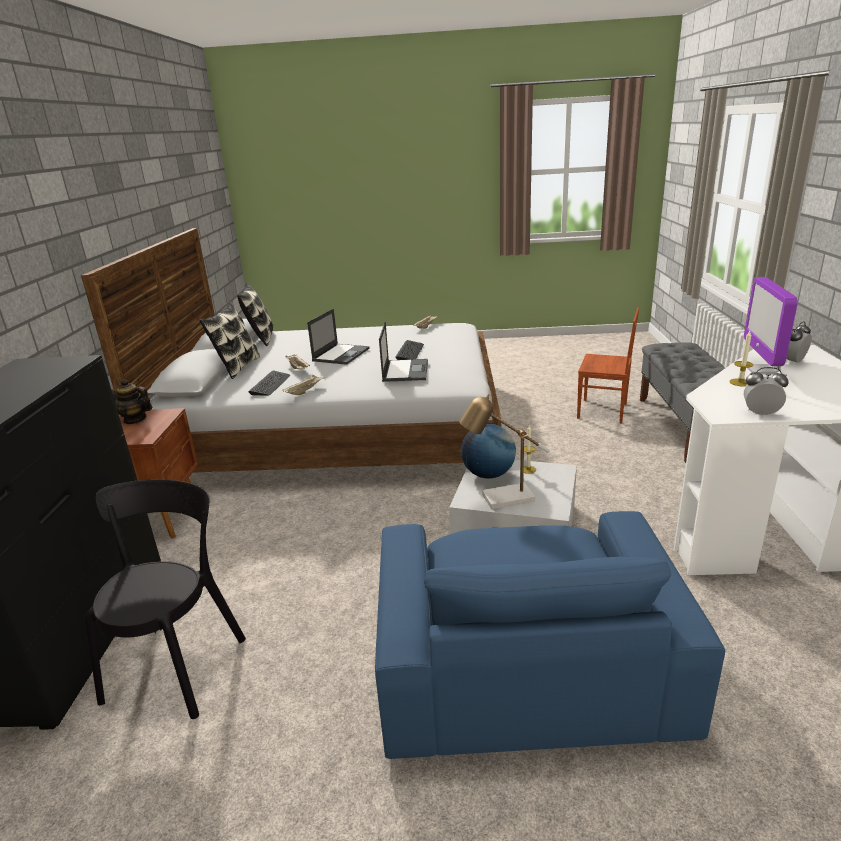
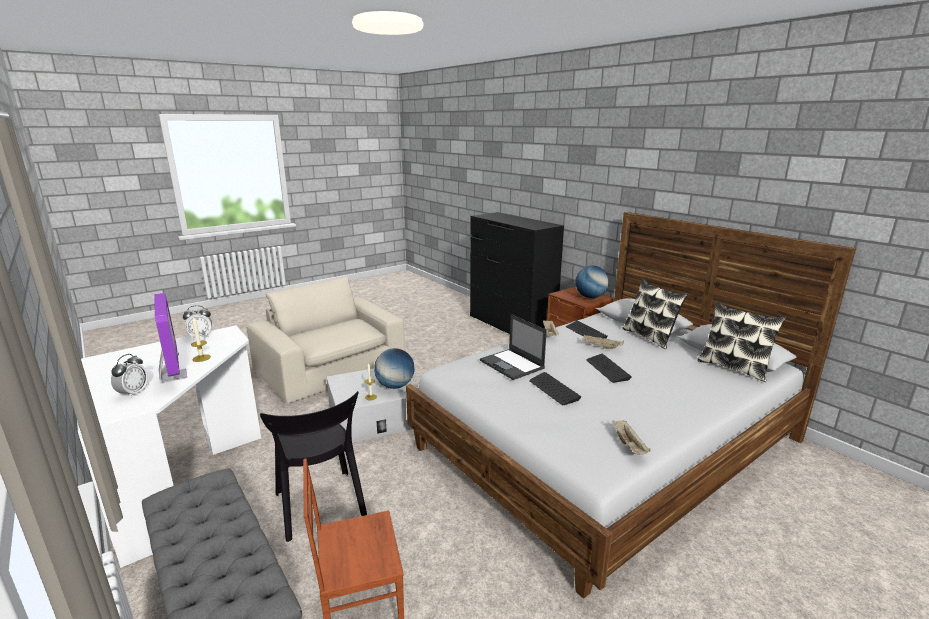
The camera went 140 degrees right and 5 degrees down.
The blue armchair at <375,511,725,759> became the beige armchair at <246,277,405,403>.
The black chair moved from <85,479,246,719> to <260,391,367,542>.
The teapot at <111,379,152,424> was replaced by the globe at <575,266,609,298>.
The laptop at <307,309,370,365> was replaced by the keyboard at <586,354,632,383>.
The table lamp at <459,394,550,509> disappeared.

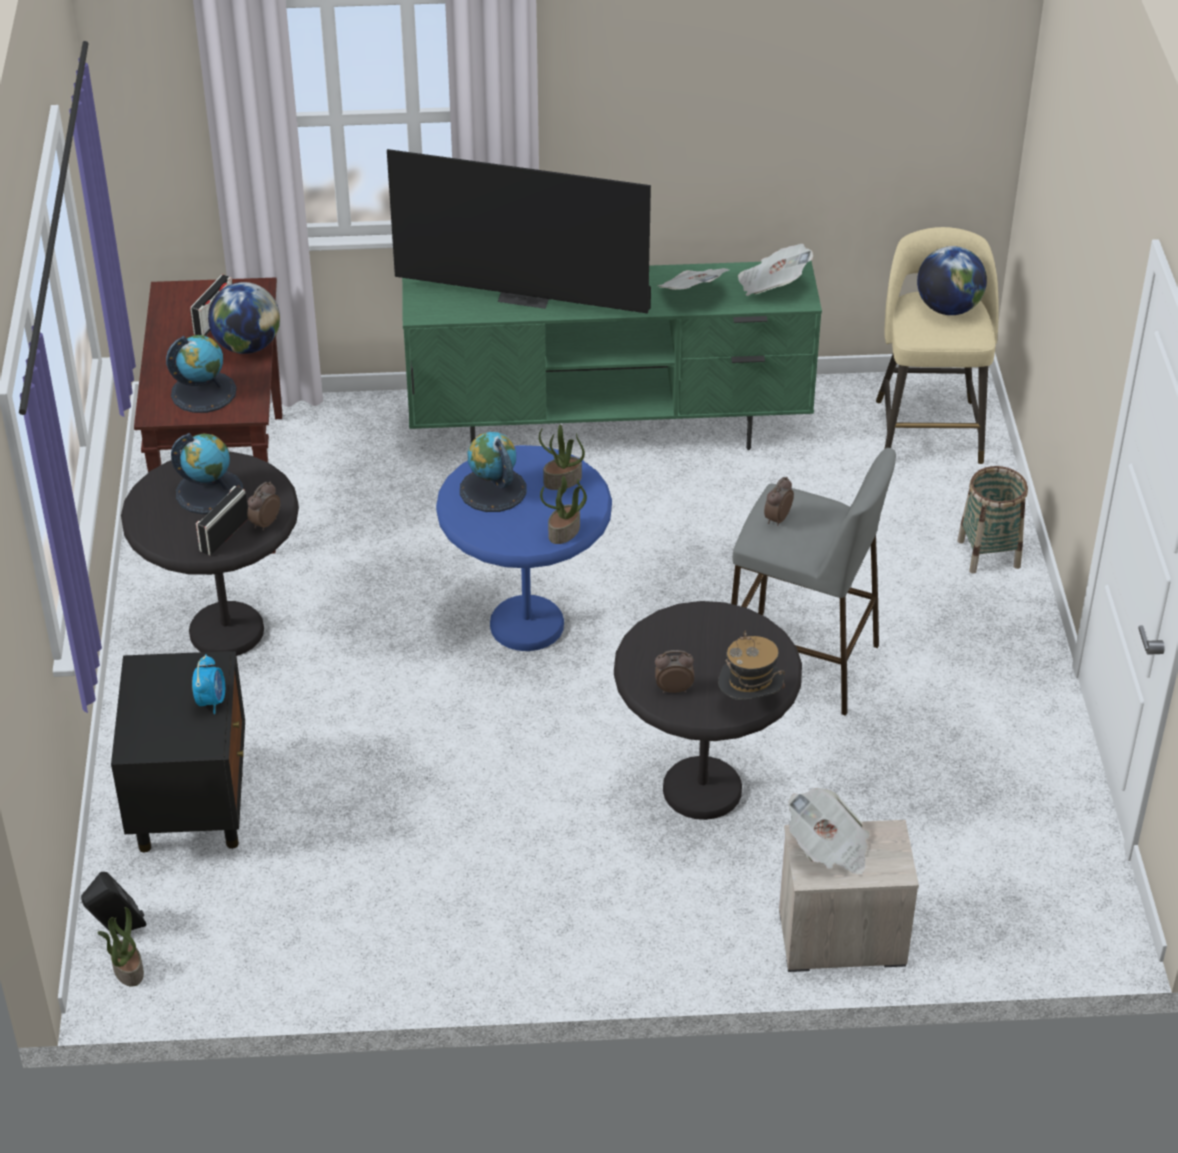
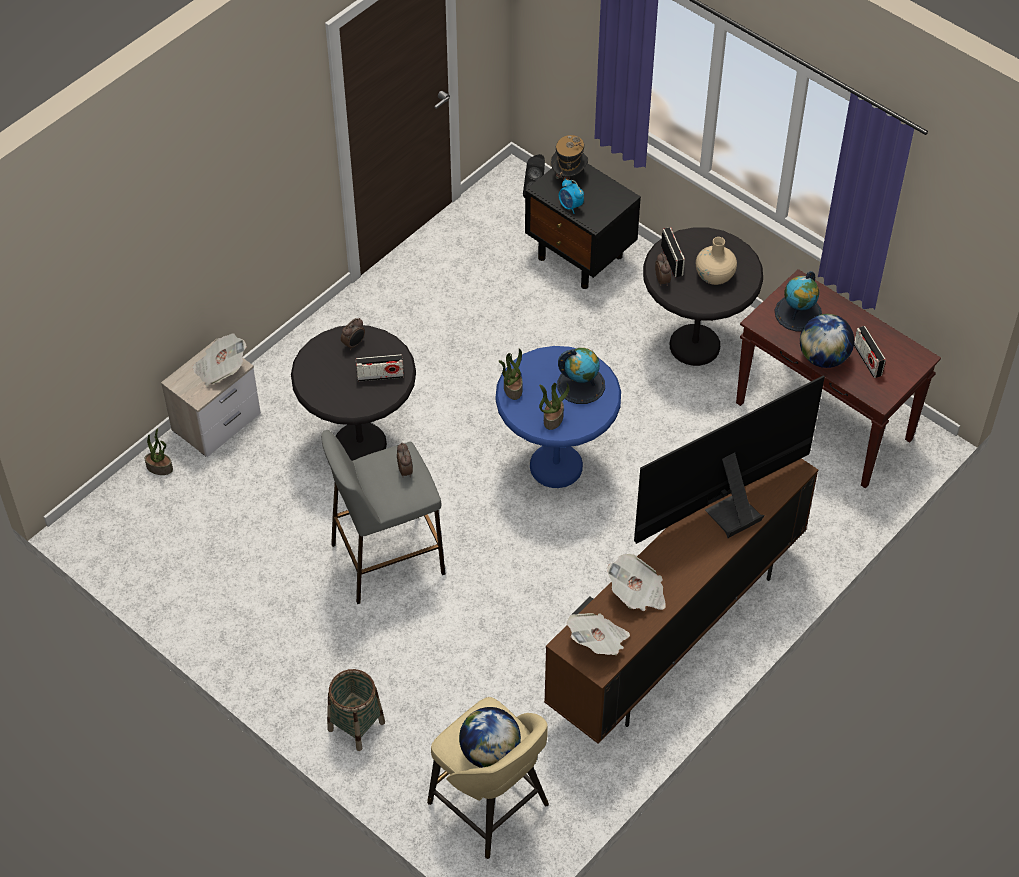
The camera went 135 degrees right and 10 degrees up.
The potted plant moved from <97,907,144,987> to <145,428,173,475>.
The radio at <356,354,404,382> appeared.
The green tv stand at <402,261,822,450> became the brown tv stand at <544,458,818,744>.
The hat moved from <718,631,785,700> to <551,135,588,181>.
The globe at <171,433,243,514> was replaced by the beige vase at <696,237,737,285>.

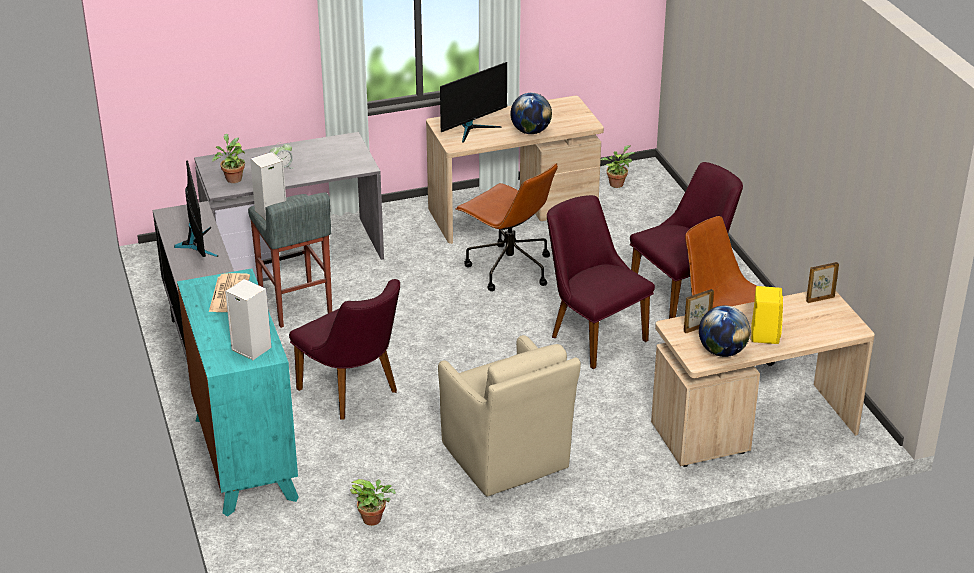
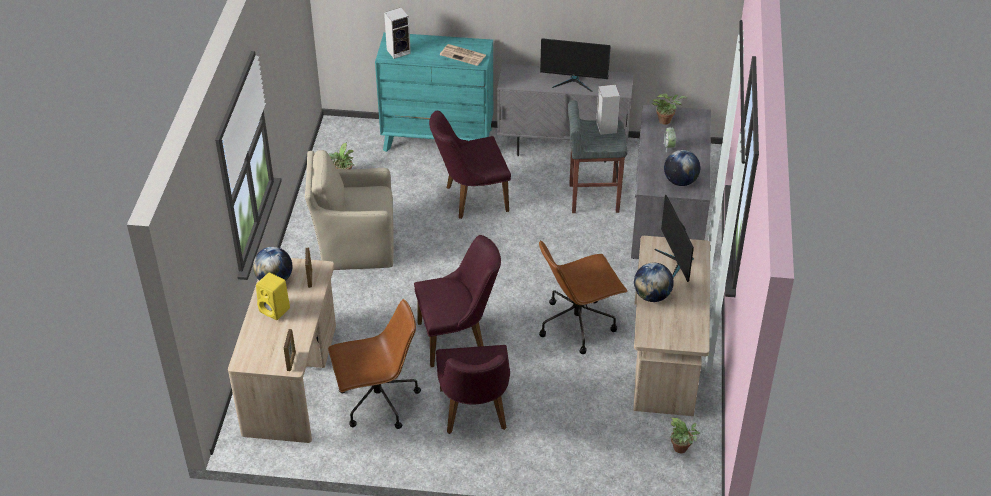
The camera went 115 degrees right and 10 degrees up.
The globe at <664,150,700,186> appeared.

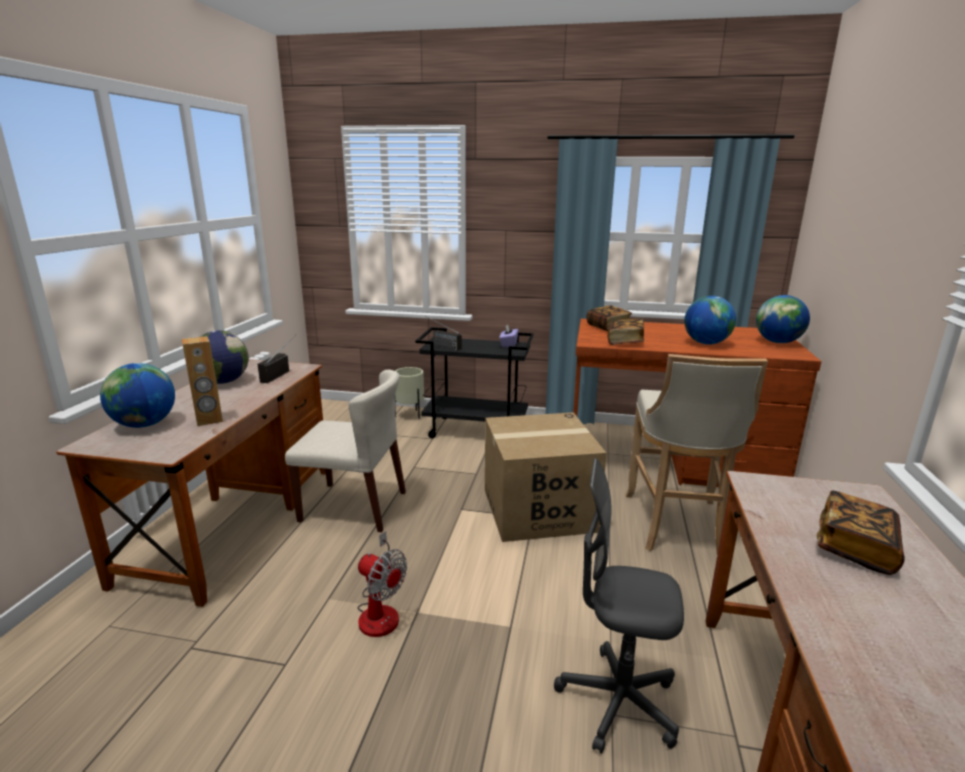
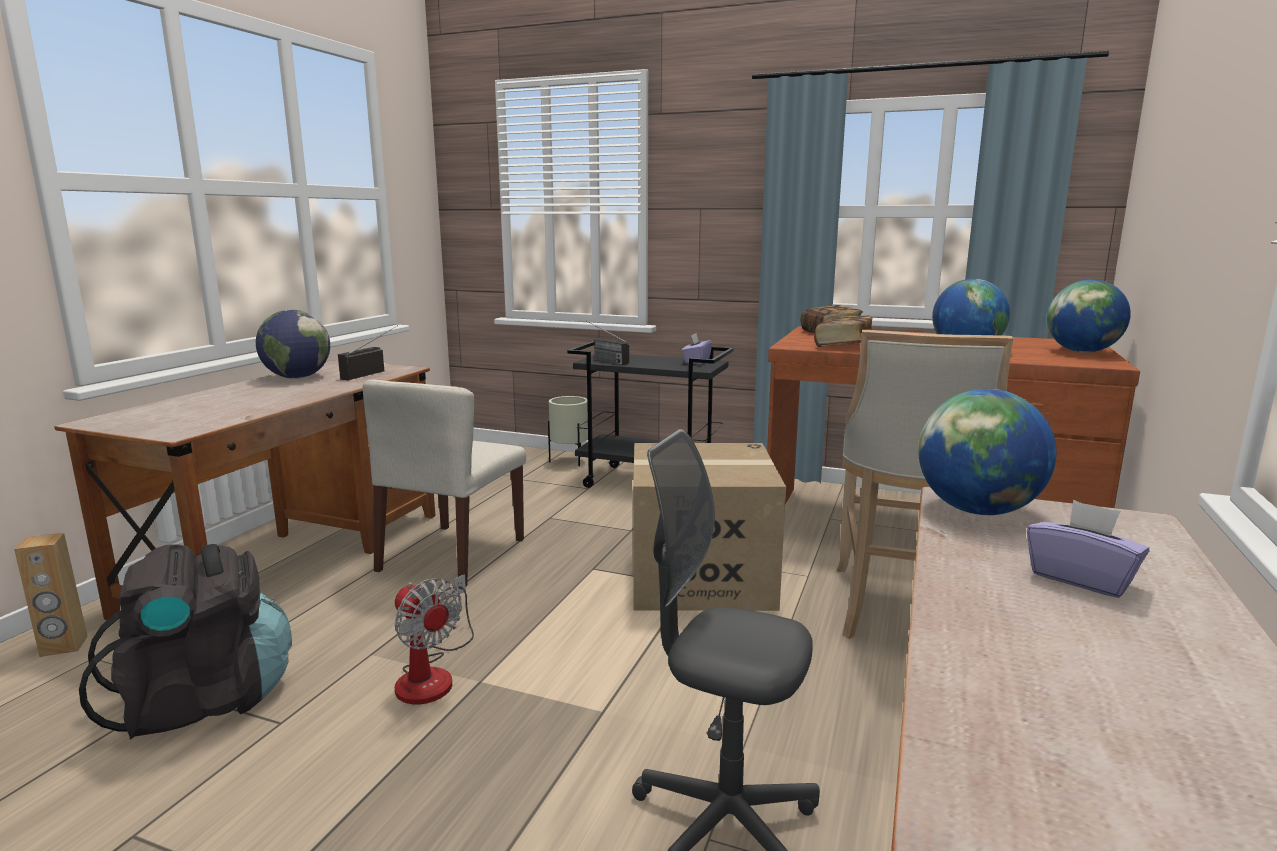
The camera went 10 degrees right and 5 degrees down.
The brown speaker moved from <182,336,223,426> to <14,533,88,657>.
The black backpack at <79,544,292,739> appeared.
The beige chair at <285,369,406,532> turned 90 degrees clockwise.
The globe moved from <100,363,175,428> to <918,389,1057,515>.
The book at <817,491,905,575> was replaced by the purple tissue box at <1027,500,1149,598>.

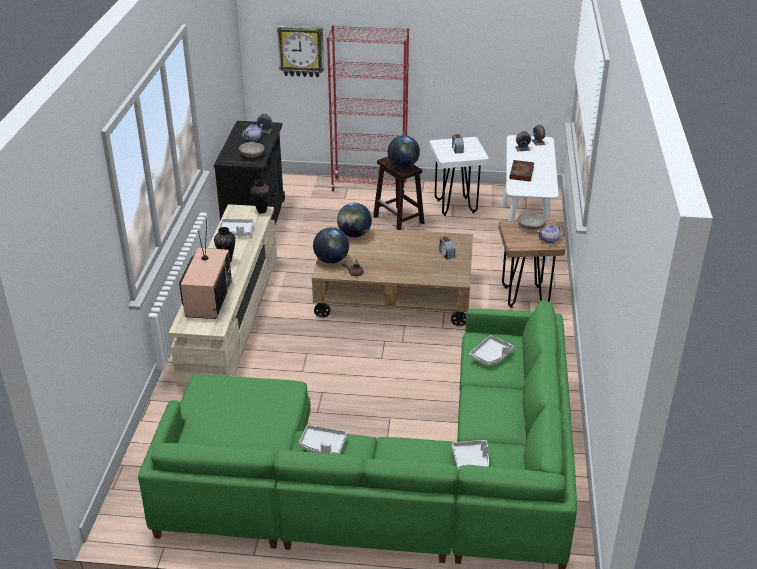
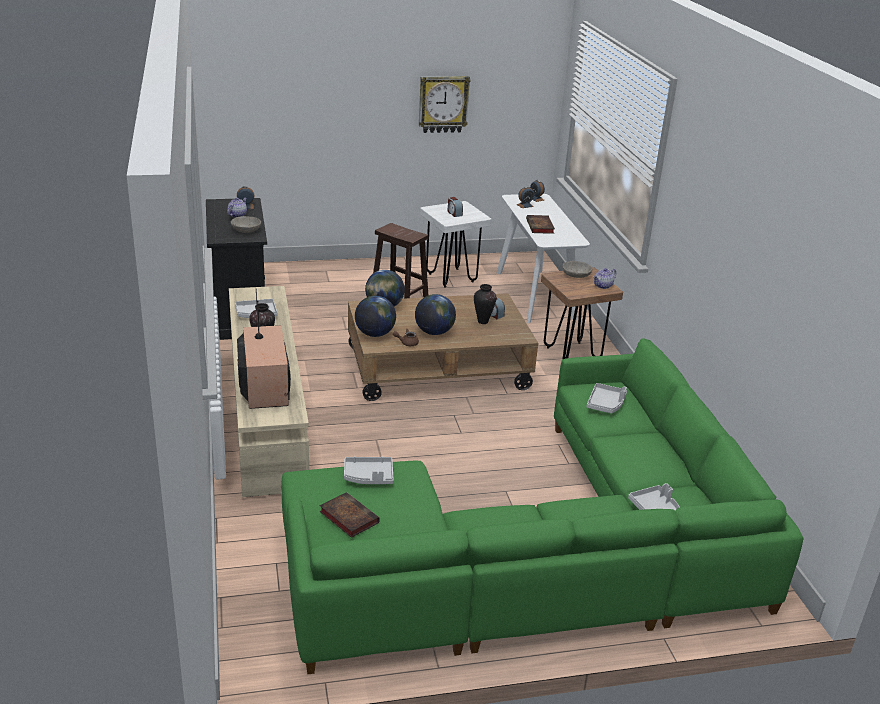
The camera went 20 degrees left and 5 degrees down.
The book at <319,492,380,538> appeared.
The grey tray moved from <299,425,347,454> to <344,457,394,484>.
The globe moved from <388,135,420,168> to <415,294,456,335>.
The wall clock moved from <277,26,324,77> to <419,76,470,133>.
The vase moved from <251,179,270,214> to <474,284,496,324>.
The red bookcase at <327,25,409,194> disappeared.

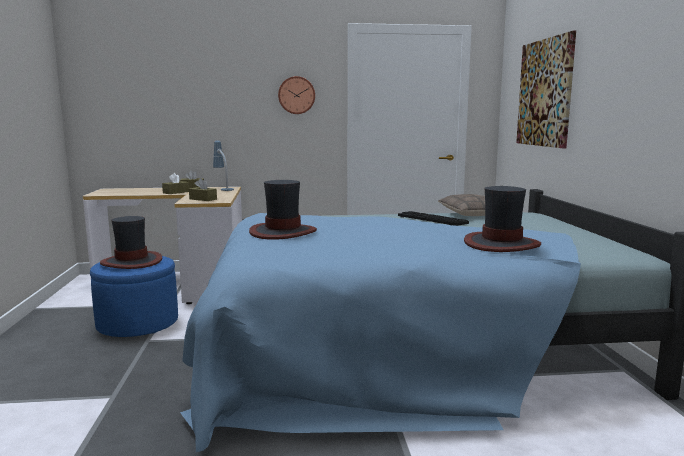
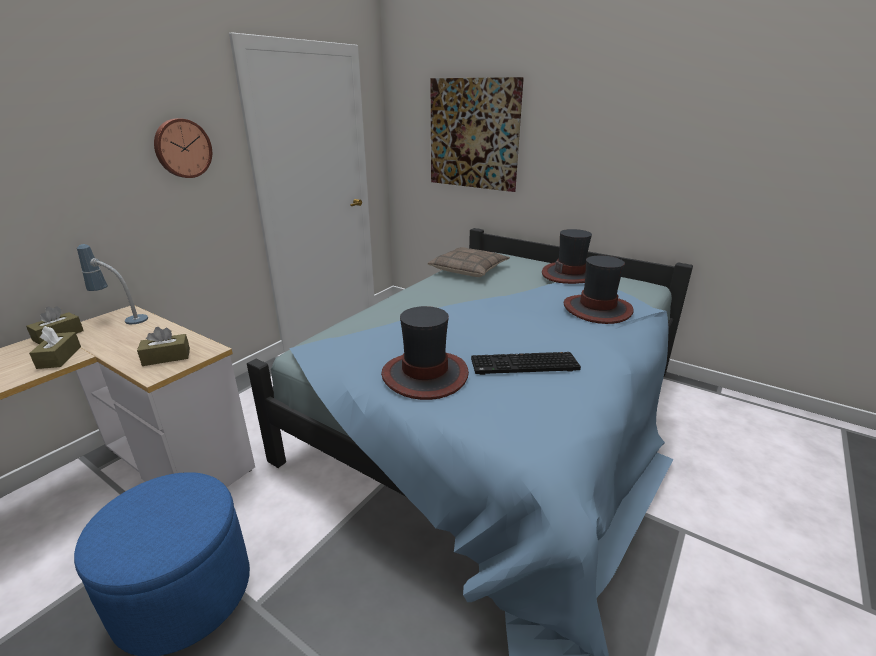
The camera went 50 degrees left and 15 degrees up.
The keyboard moved from <398,211,469,226> to <471,352,581,375>.
The hat moved from <100,216,162,269> to <542,229,592,284>.

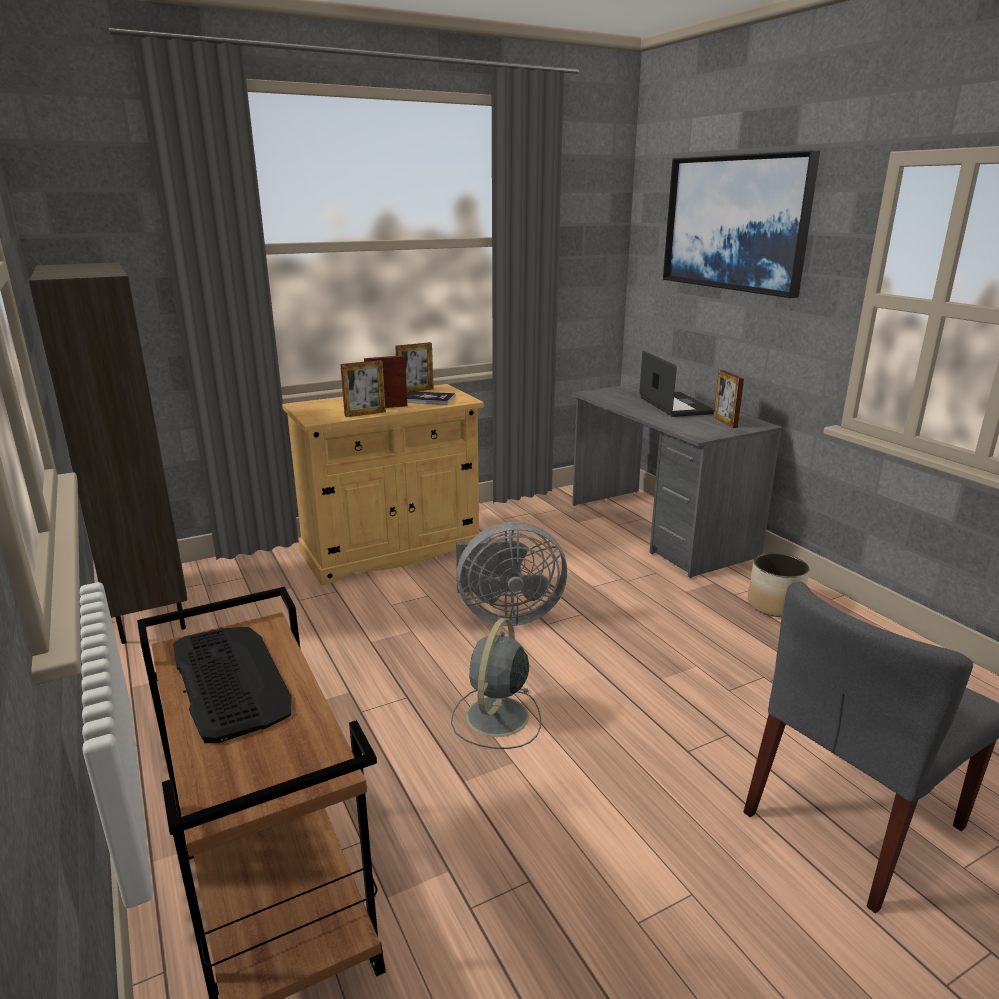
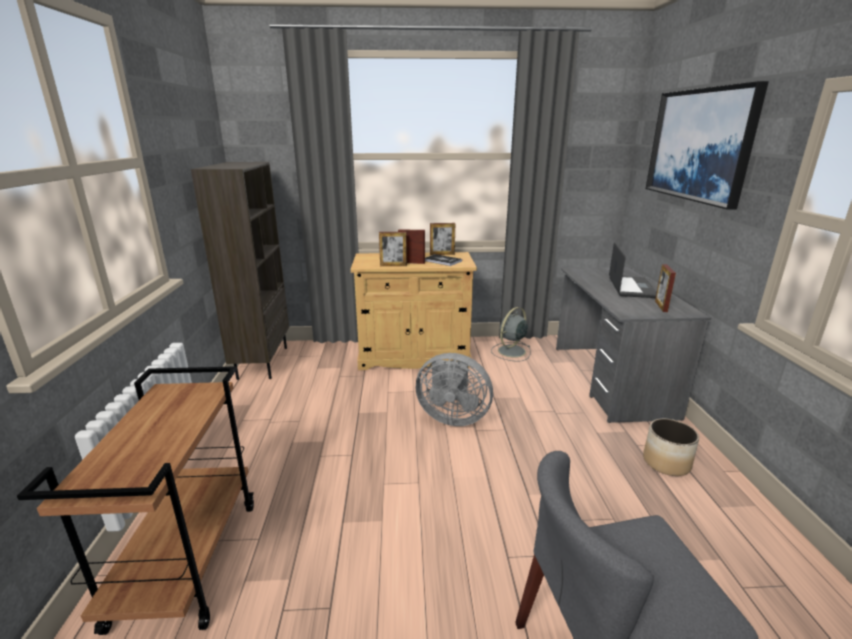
The camera went 25 degrees right and 0 degrees up.
The grey fan moved from <451,618,541,749> to <491,307,531,362>.
The keyboard at <173,627,291,743> disappeared.

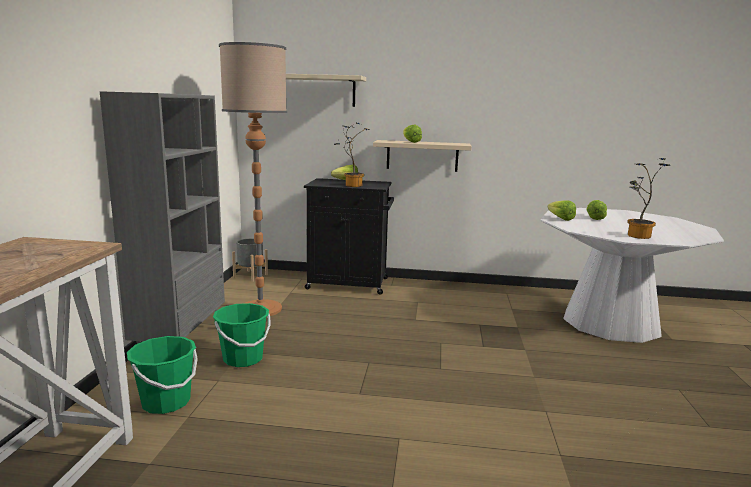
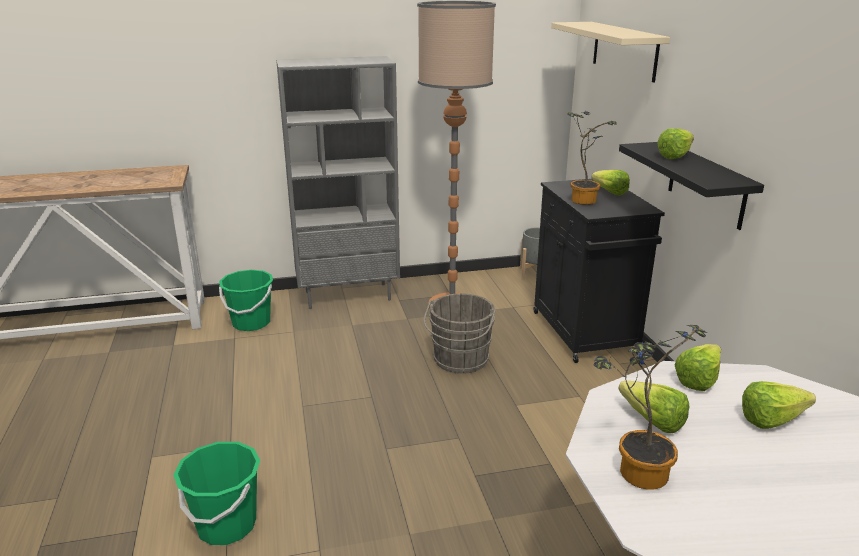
The camera went 70 degrees right and 10 degrees up.
The green bucket moved from <213,303,270,367> to <173,442,260,545>.
The grey bucket at <424,293,495,374> appeared.
The beige shelf at <373,140,472,172> became the black shelf at <619,142,764,230>.
The lettuce at <619,381,690,433> appeared.

